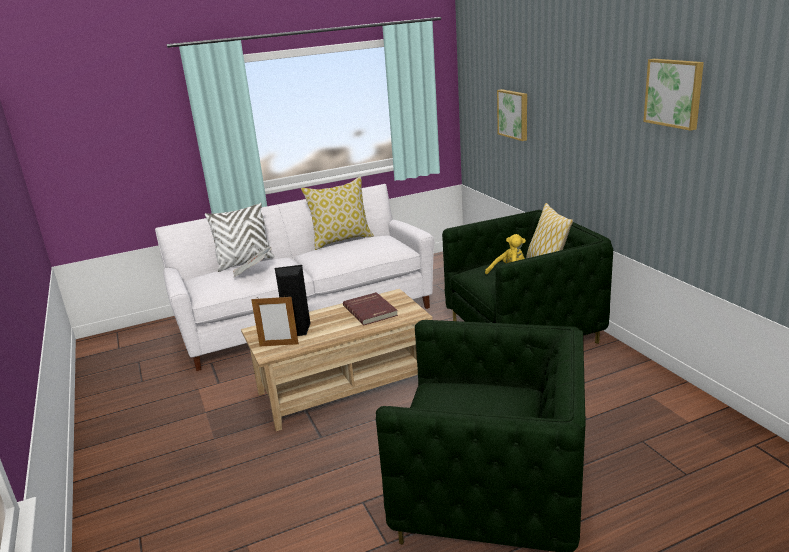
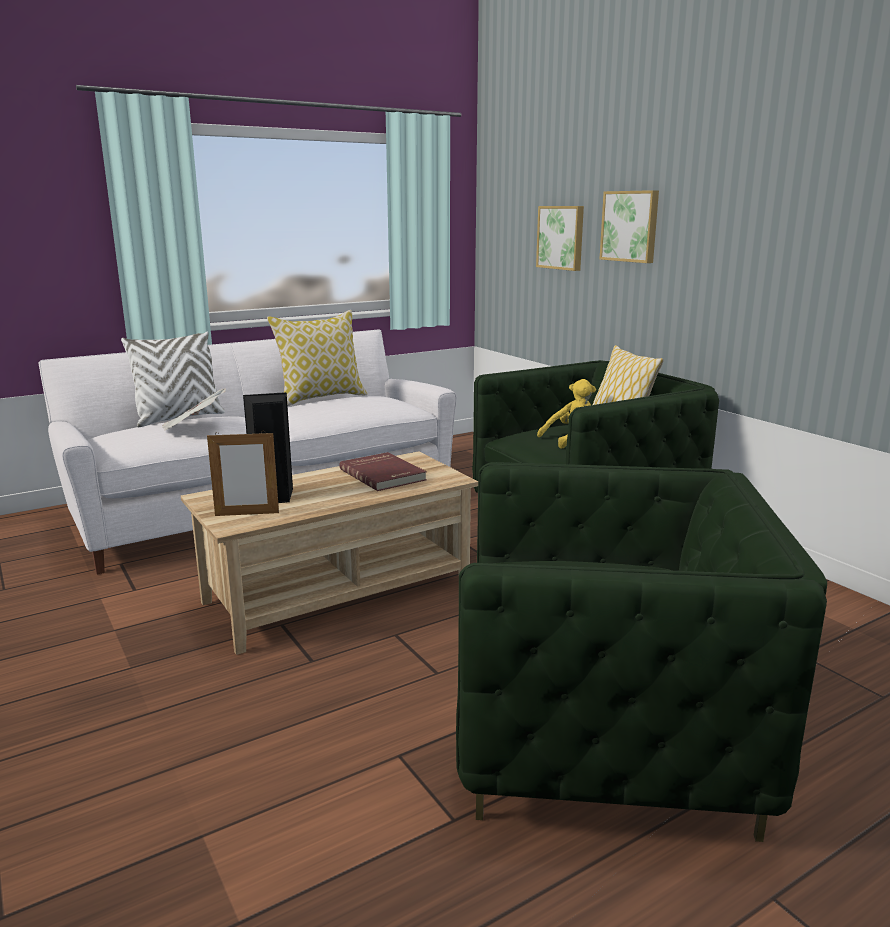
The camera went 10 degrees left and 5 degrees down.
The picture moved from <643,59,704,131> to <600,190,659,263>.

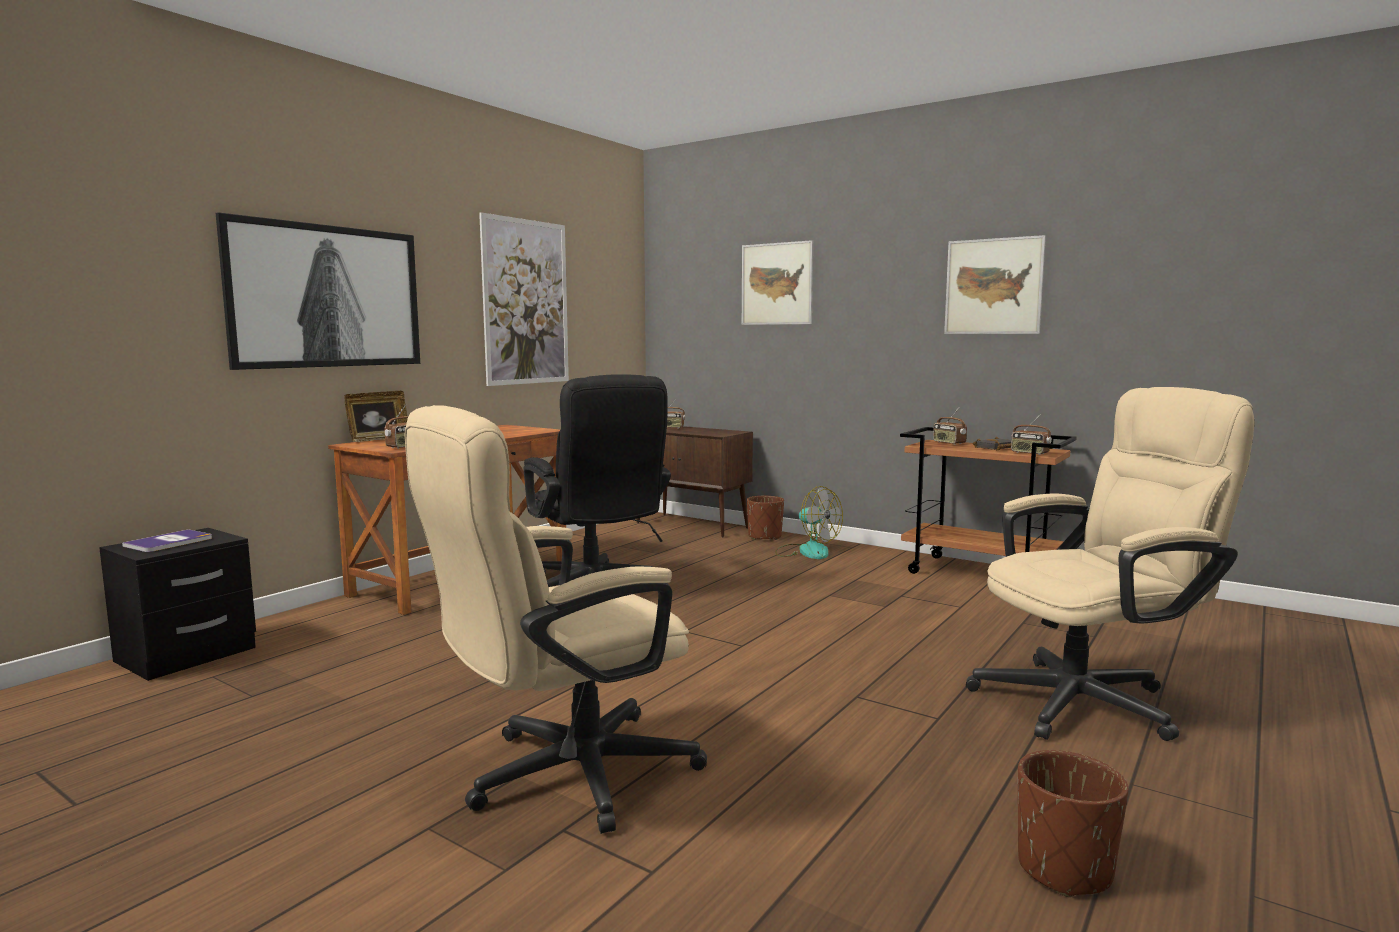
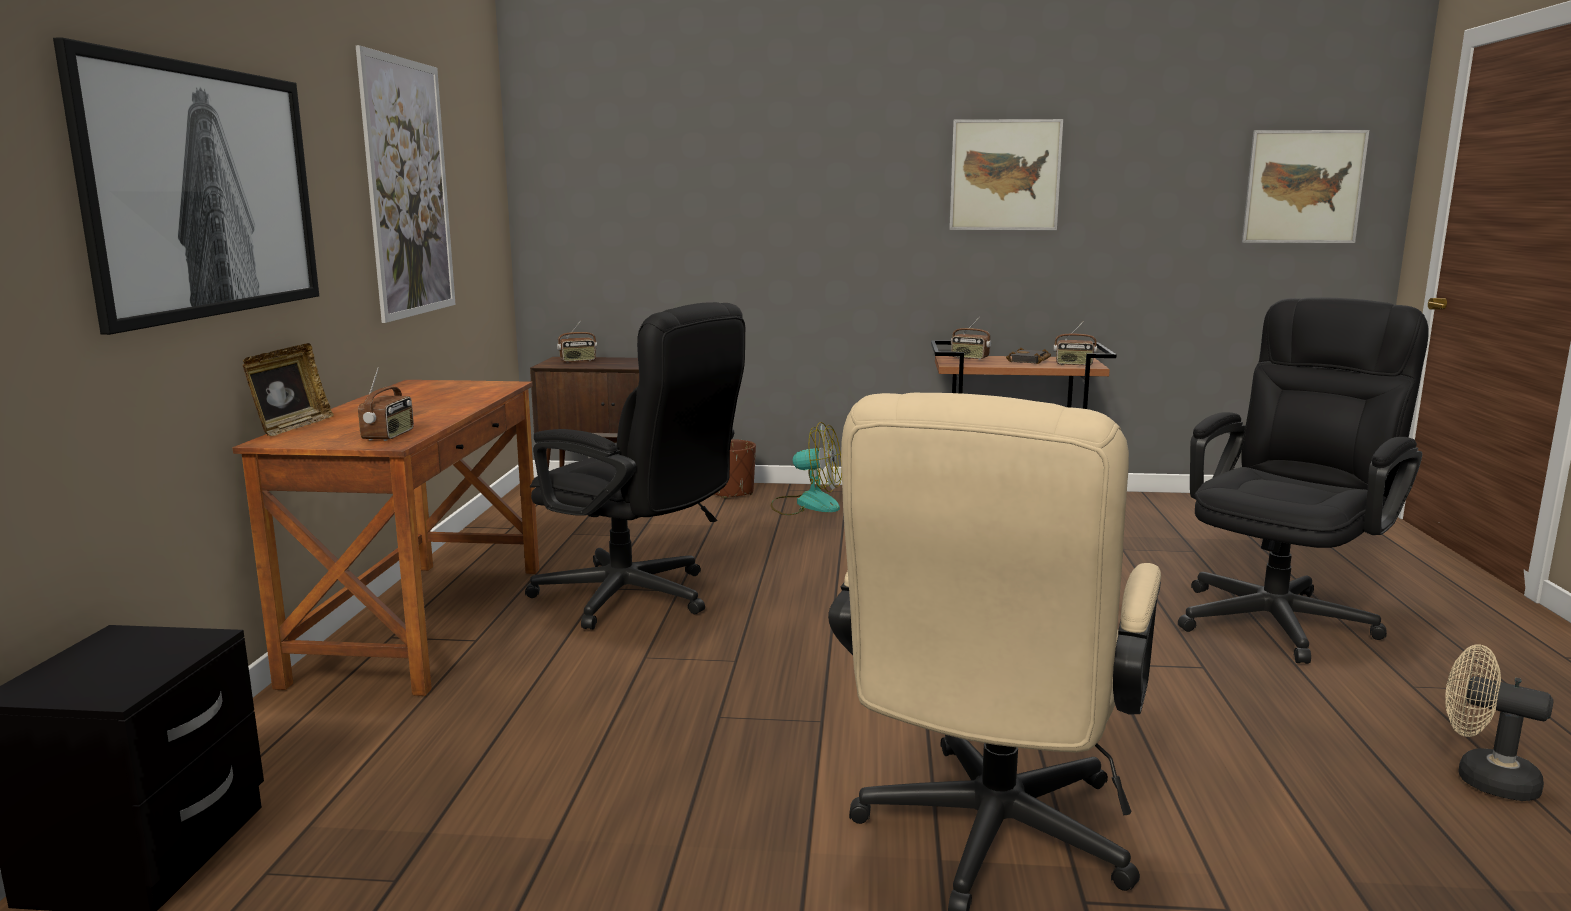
The camera went 30 degrees left and 5 degrees up.
The beige office chair at <966,387,1255,741> became the black office chair at <1178,298,1429,664>.
The picture moved from <742,240,813,325> to <1242,130,1369,243>.
The brown planter at <1018,750,1128,897> was replaced by the beige fan at <1445,644,1553,801>.
The book at <122,529,212,552> disappeared.

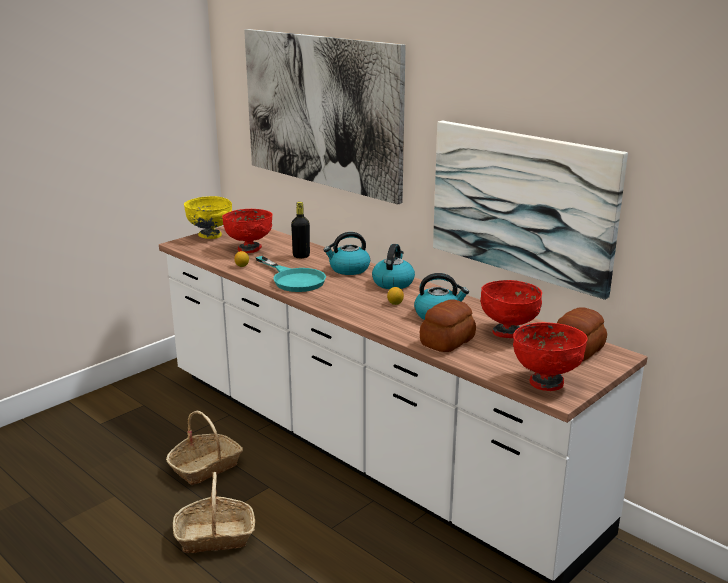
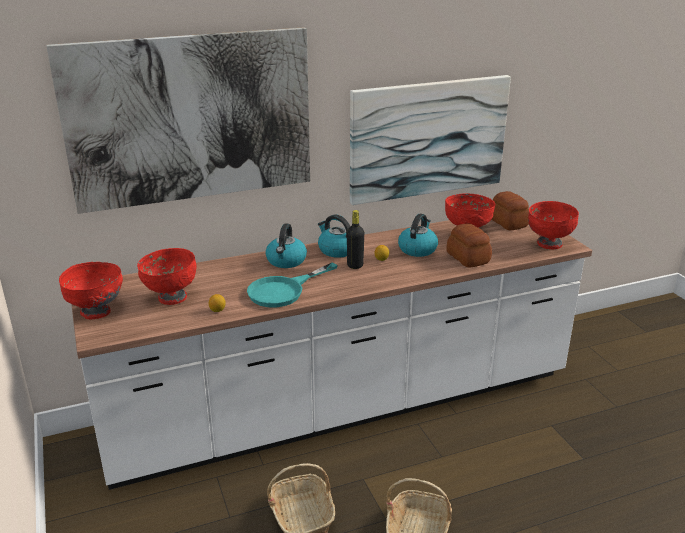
The camera went 65 degrees left and 5 degrees up.
The yellow bowl at <184,196,232,239> became the red bowl at <59,262,123,319>.
The turquoise frying pan at <256,256,326,292> turned 150 degrees clockwise.
The black bottle moved from <291,202,310,258> to <347,210,364,269>.

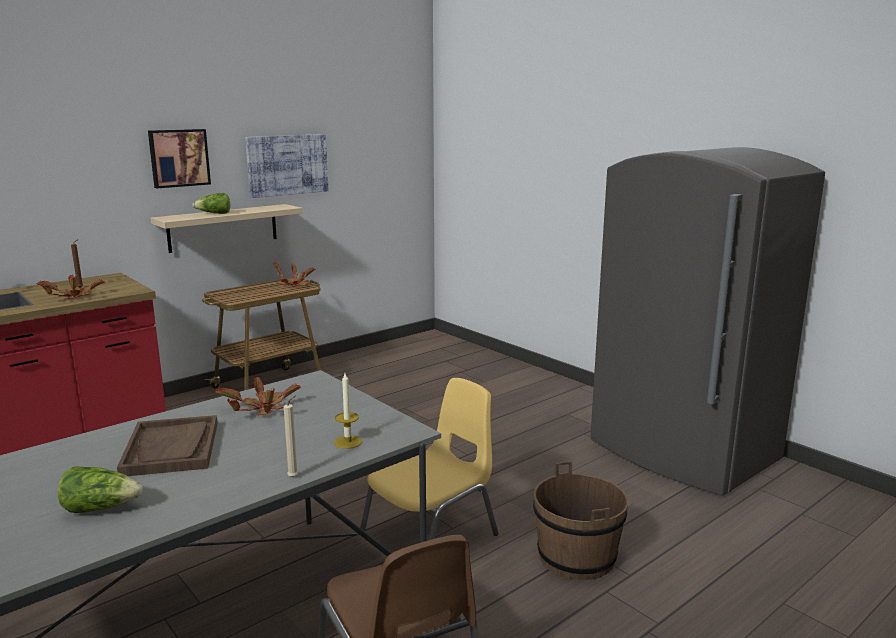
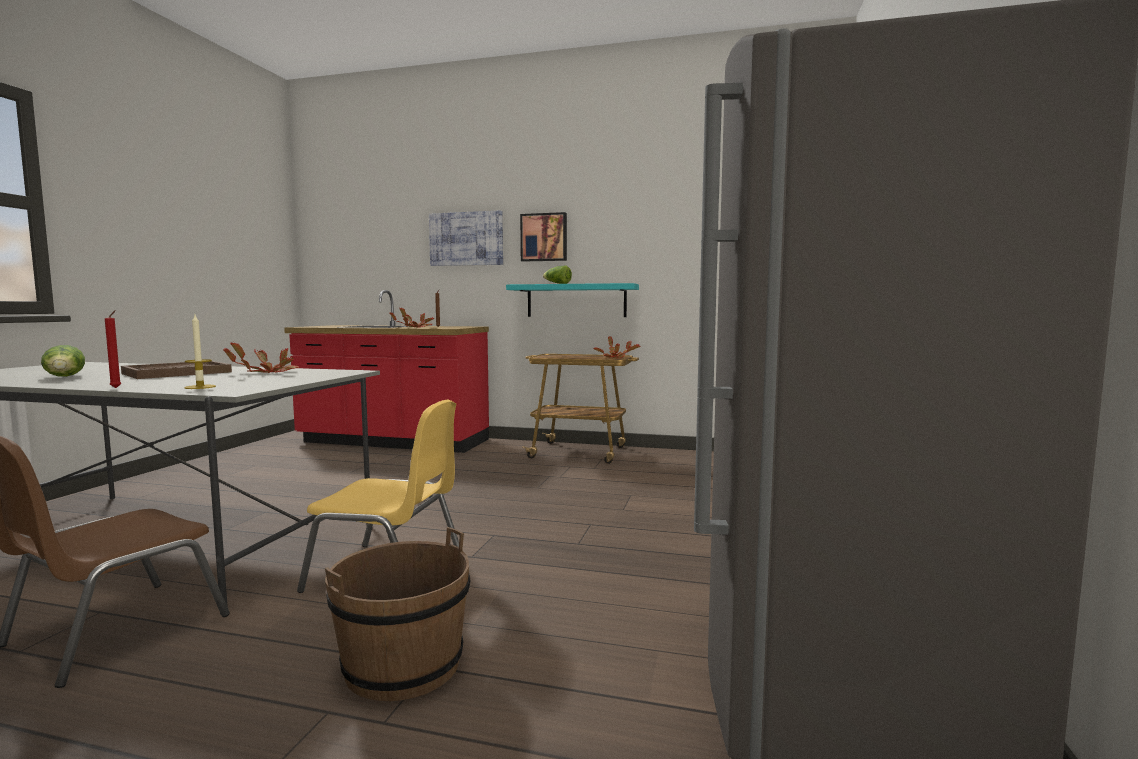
The camera went 55 degrees right and 10 degrees down.
The beige candle at <284,395,298,477> became the red candle at <105,310,122,388>.
The picture moved from <245,134,329,198> to <429,210,503,266>.
The beige shelf at <151,204,302,253> became the turquoise shelf at <506,283,639,317>.

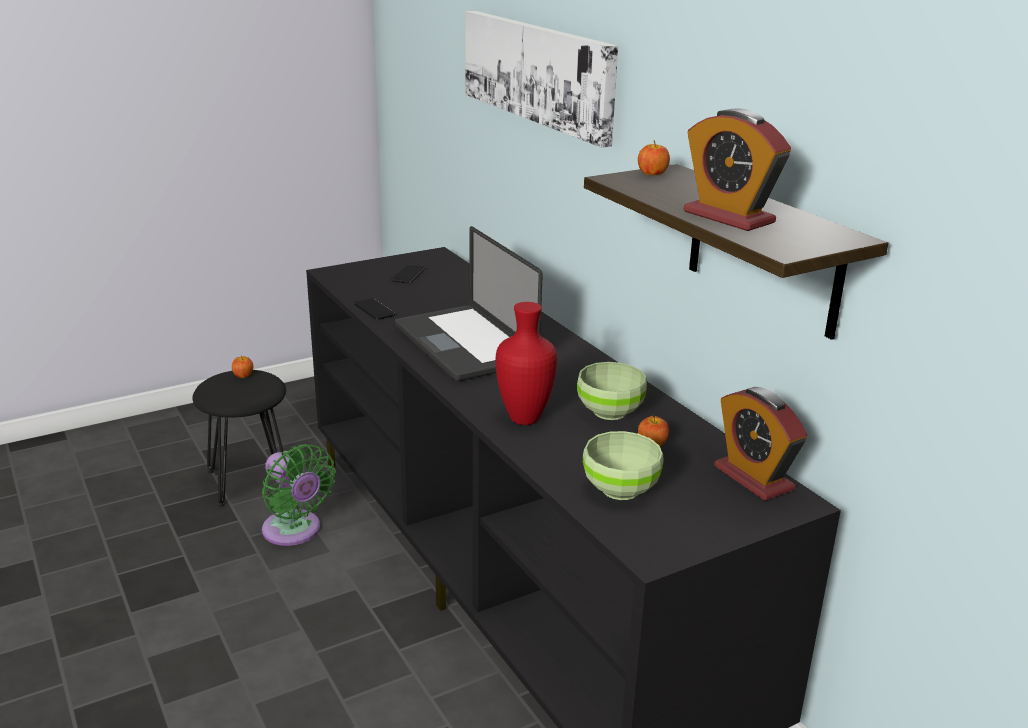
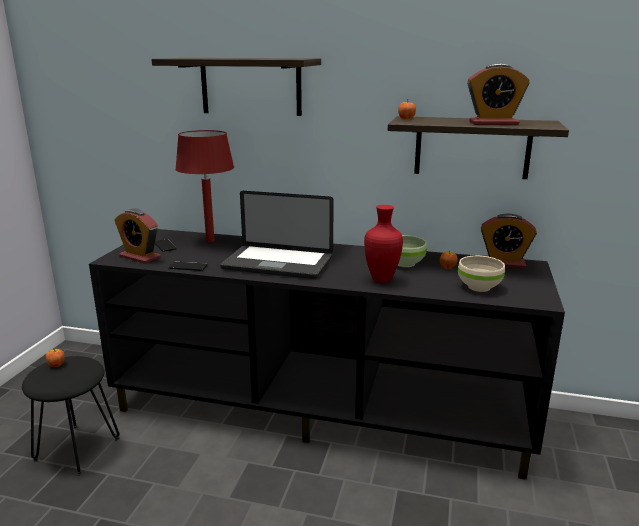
The camera went 45 degrees left and 5 degrees down.
The alarm clock at <115,209,161,264> appeared.
The picture at <466,11,618,148> was replaced by the shelf at <151,58,321,116>.
The red table lamp at <175,130,234,242> appeared.
The green bowl at <583,431,664,500> became the beige bowl at <458,255,505,292>.
The green fan at <262,444,336,546> disappeared.

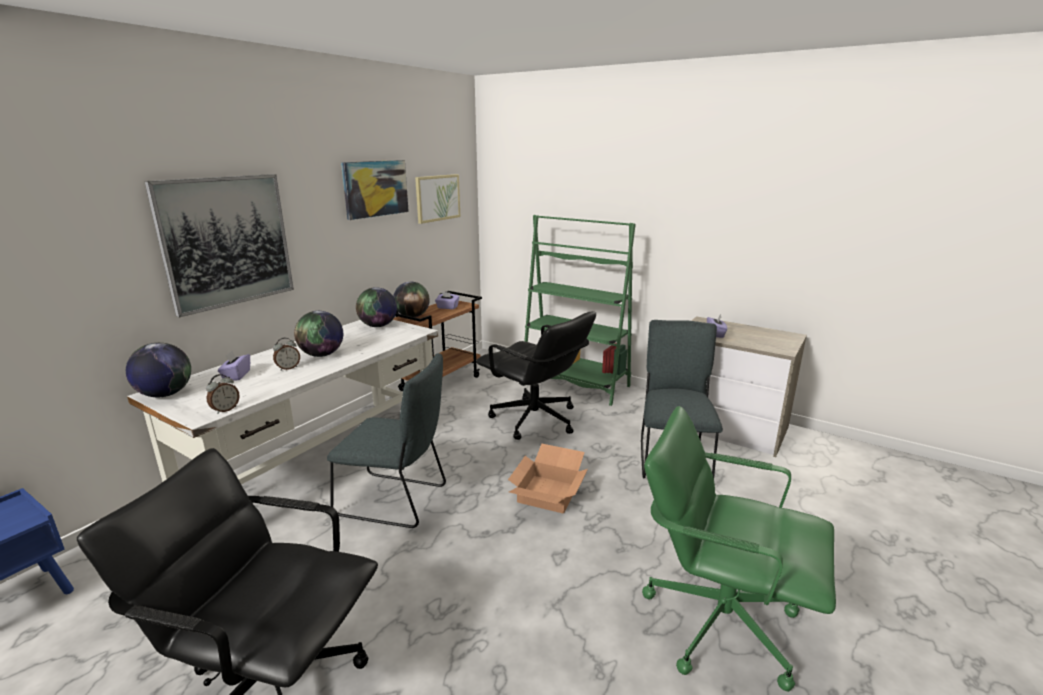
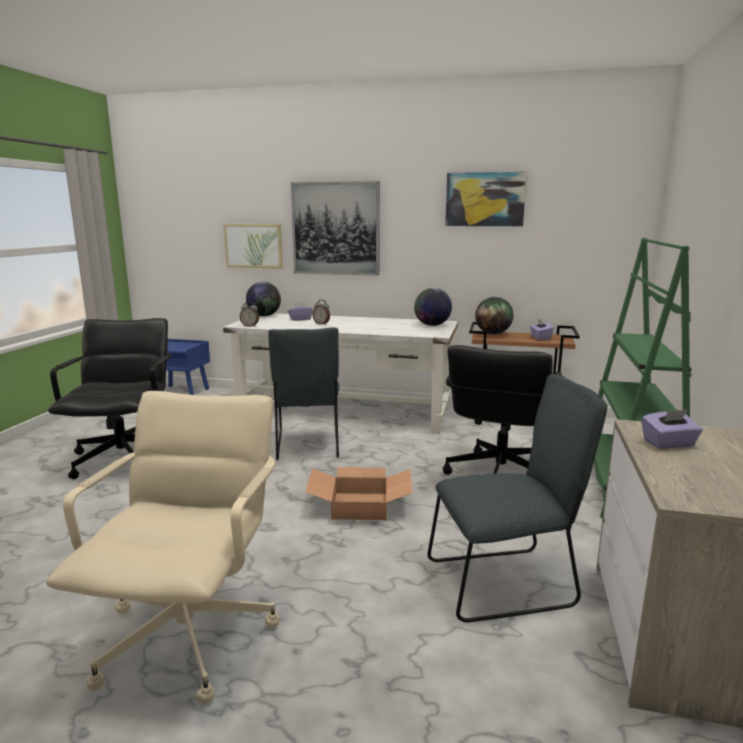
The camera went 70 degrees right and 5 degrees down.
The green office chair at <642,406,836,692> became the beige office chair at <46,391,280,704>.
The picture moved from <415,174,460,224> to <223,224,283,269>.
The globe at <294,311,343,357> disappeared.

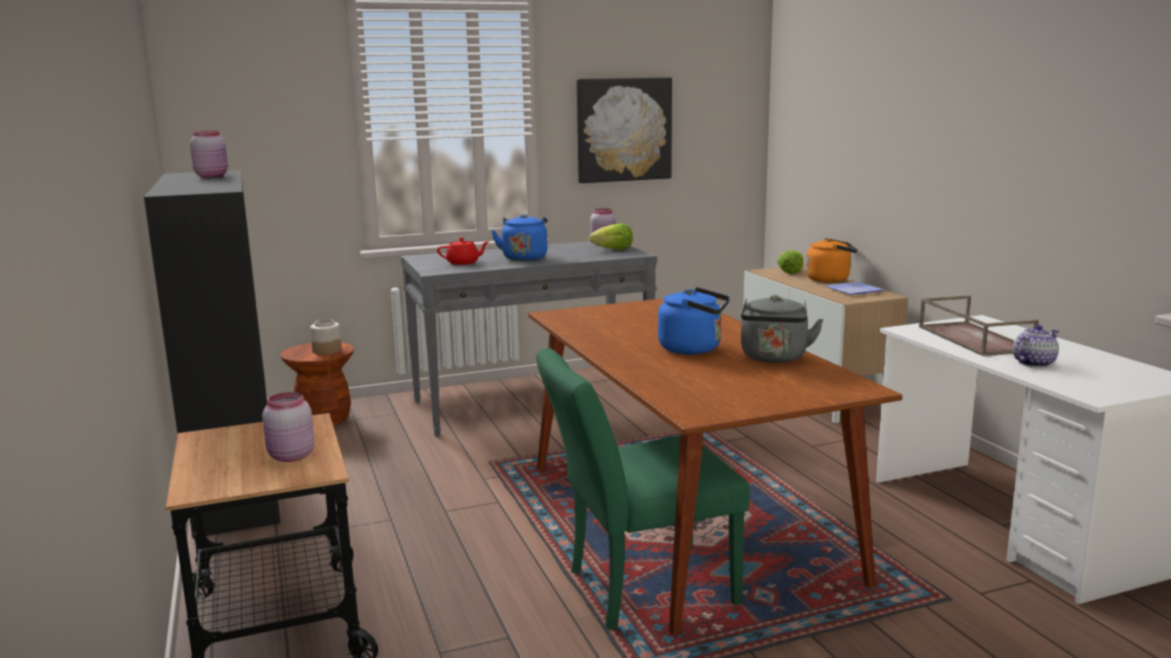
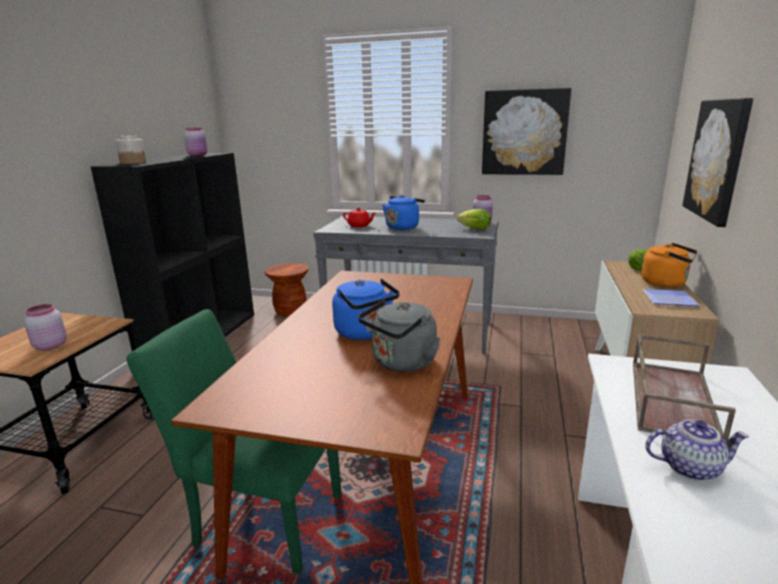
The camera went 35 degrees right and 5 degrees up.
The jar moved from <310,319,342,355> to <116,135,146,164>.
The picture at <682,98,753,227> appeared.

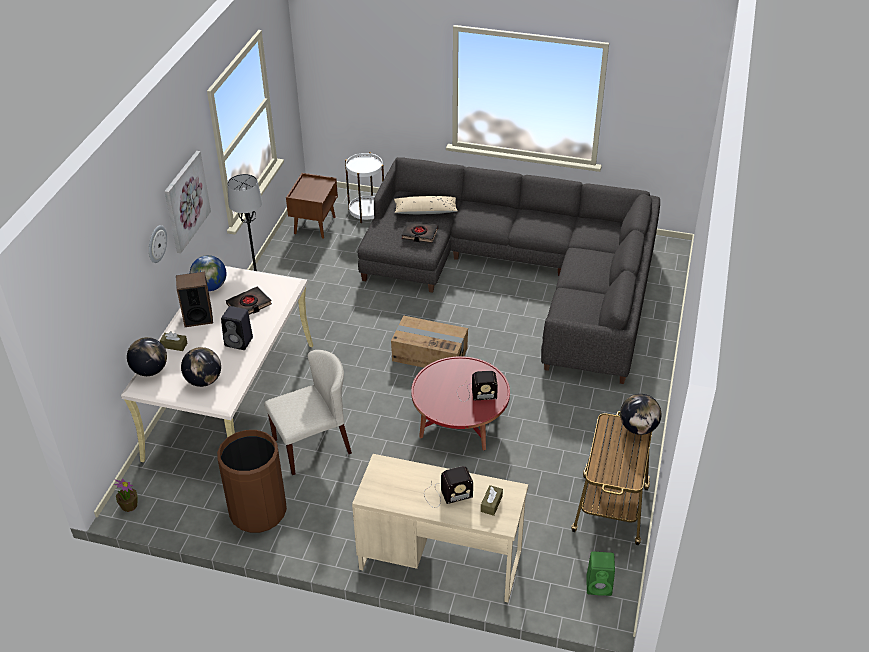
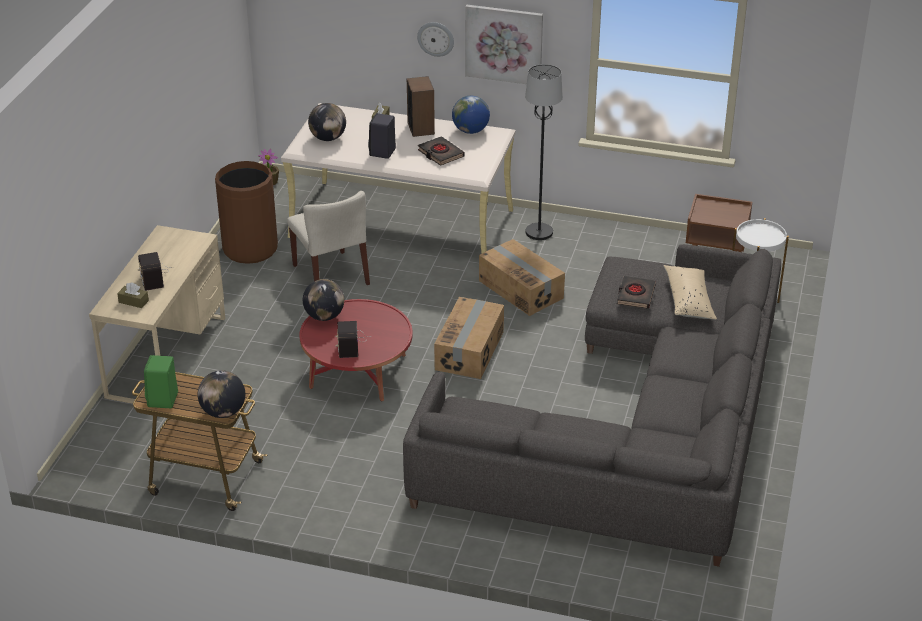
The camera went 90 degrees right and 5 degrees down.
The green speaker moved from <586,551,615,596> to <144,355,178,408>.
The globe moved from <127,337,167,376> to <303,279,344,321>.
The cardboard box at <479,239,565,316> appeared.

